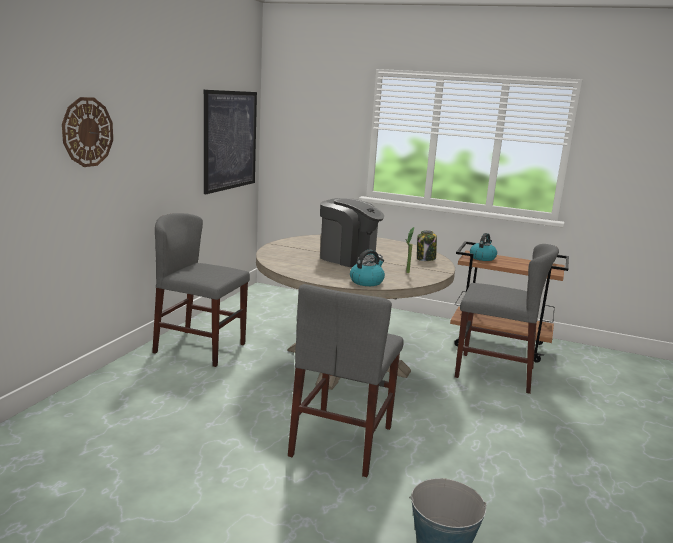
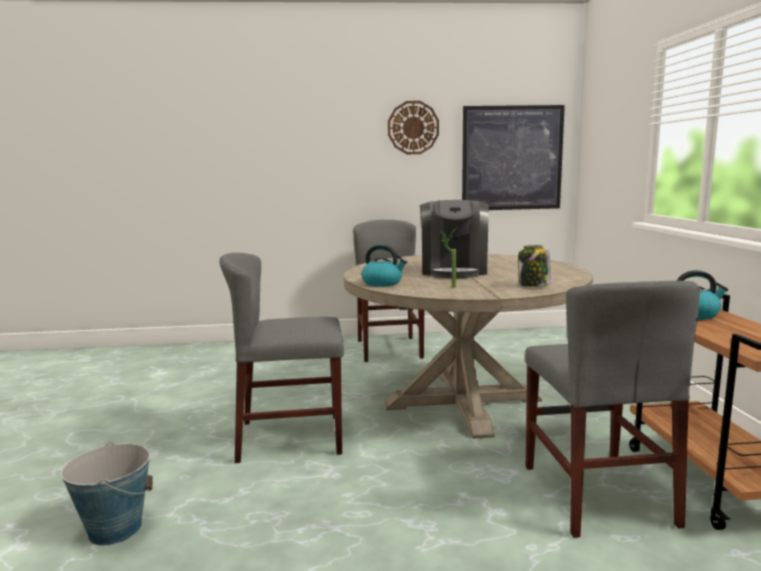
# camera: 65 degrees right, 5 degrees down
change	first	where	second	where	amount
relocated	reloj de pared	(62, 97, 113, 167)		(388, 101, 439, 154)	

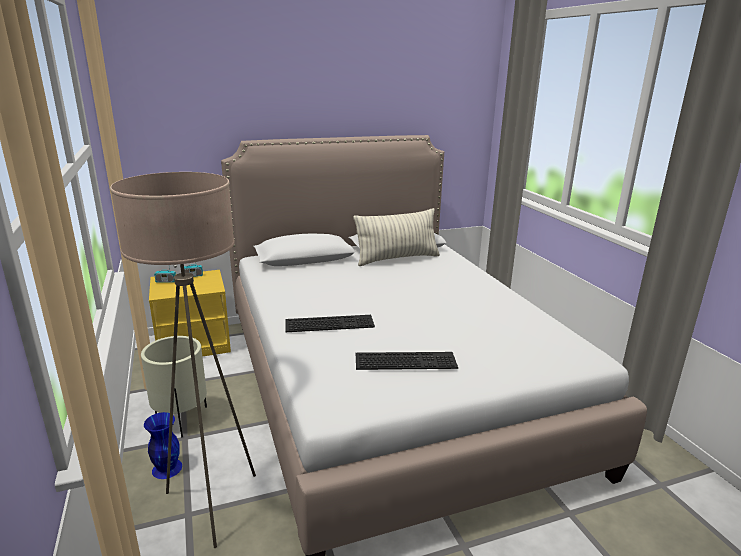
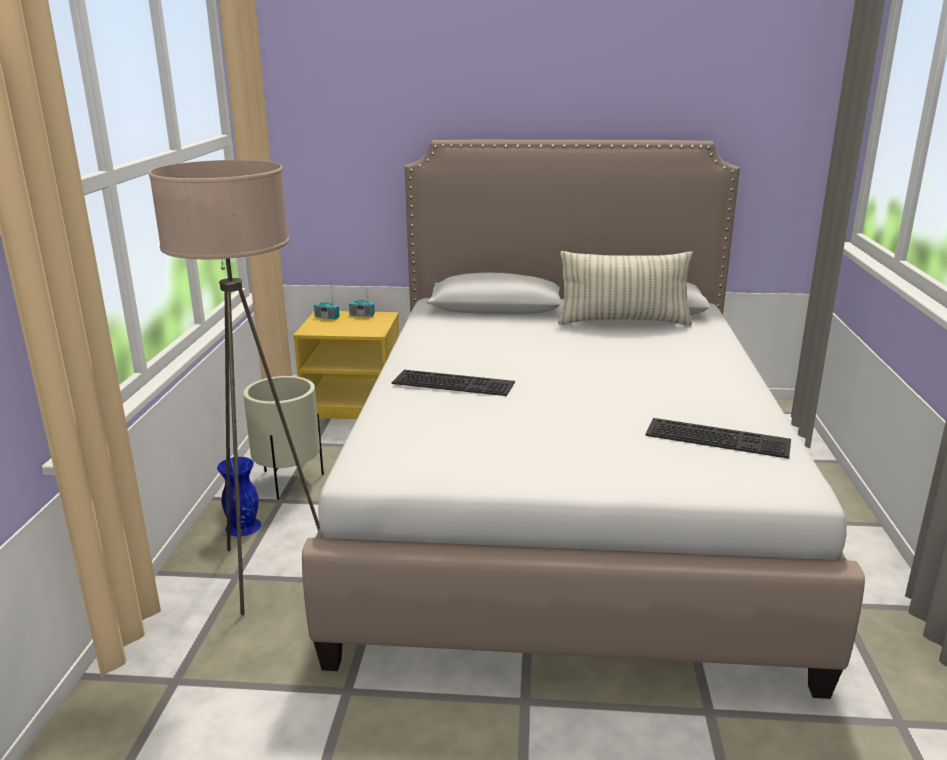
# camera: 25 degrees right, 0 degrees up
change	first	where	second	where	amount
relocated	teclado	(356, 352, 458, 370)		(645, 418, 791, 459)	

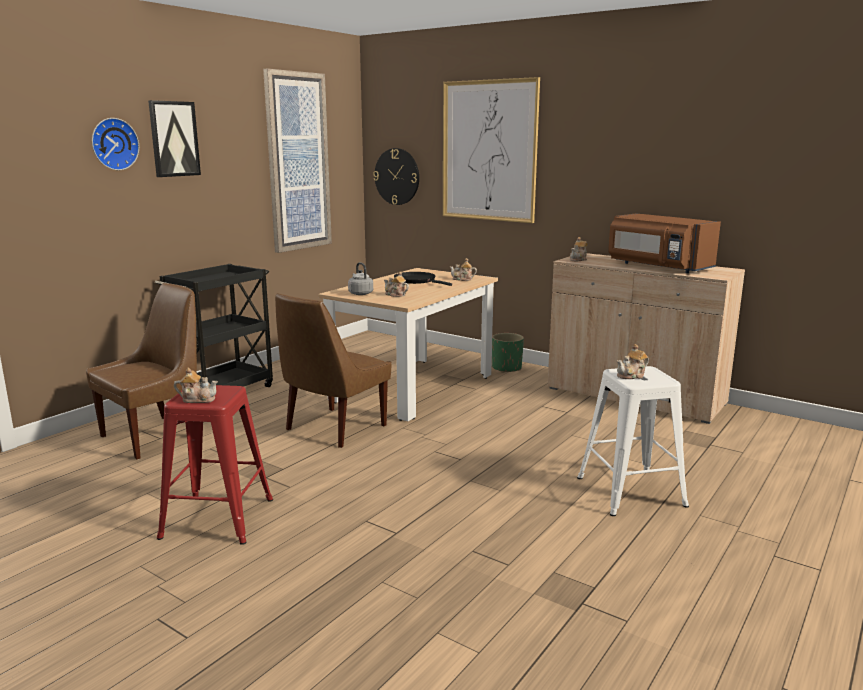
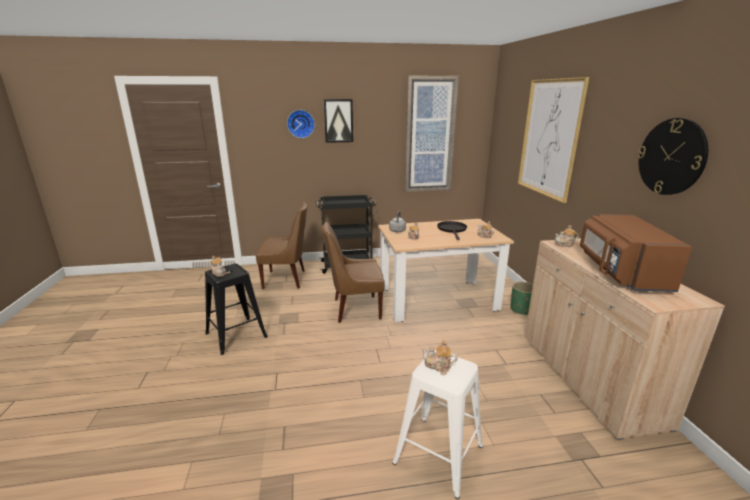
# camera: 45 degrees right, 5 degrees up
change	first	where	second	where	amount
relocated	reloj de pared	(374, 148, 419, 205)		(638, 118, 708, 195)	
colour	taburete/rojo	(157, 385, 273, 545)	taburete/negro	(205, 264, 268, 355)	

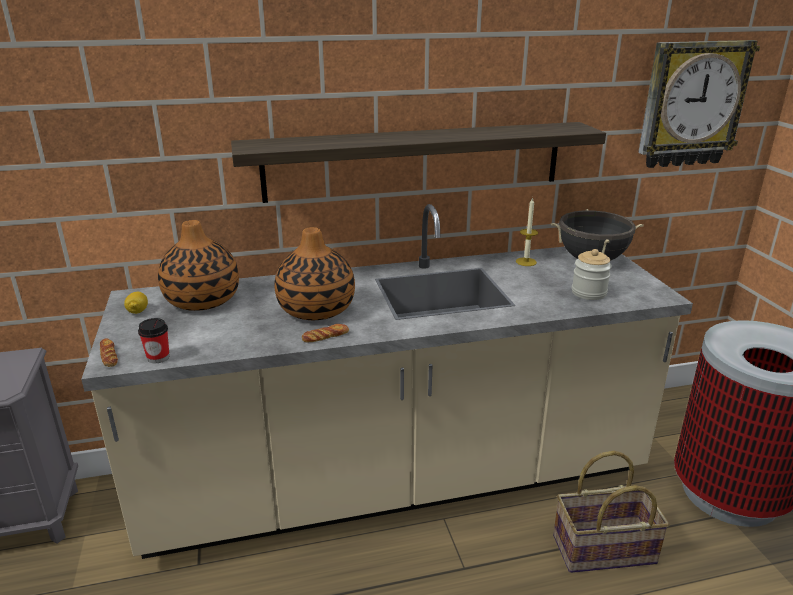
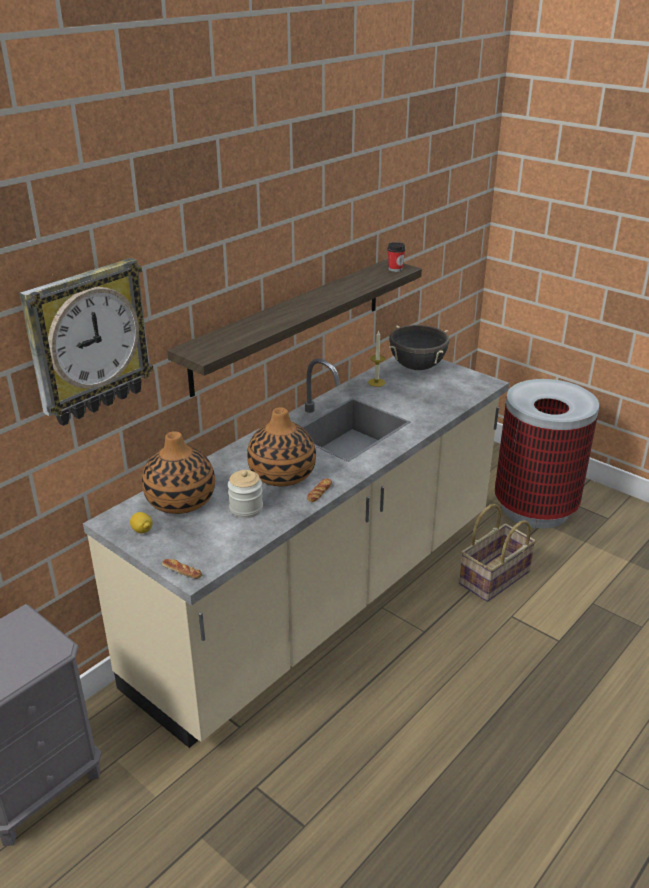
# camera: 35 degrees left, 5 degrees up
change	first	where	second	where	amount
relocated	taza	(138, 318, 169, 363)		(387, 242, 406, 272)	
relocated	tarro	(572, 249, 612, 300)		(228, 470, 263, 518)	
relocated	reloj de pared	(638, 40, 760, 168)		(20, 258, 154, 426)	

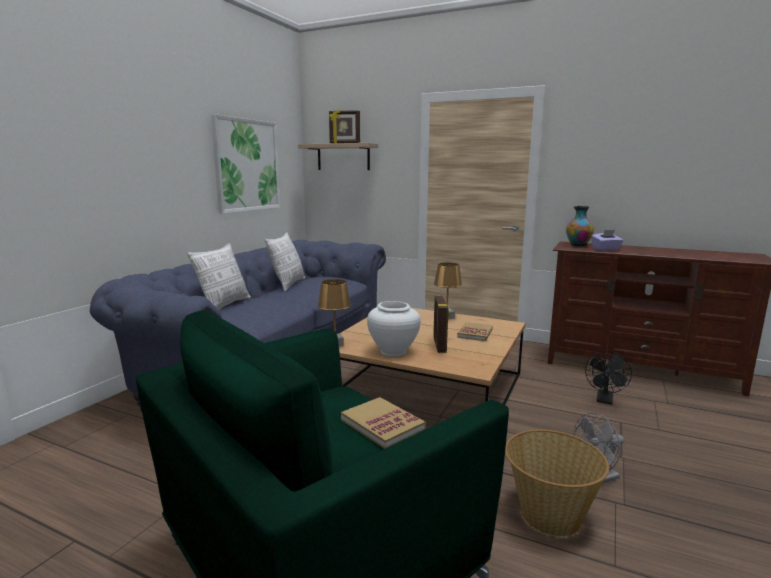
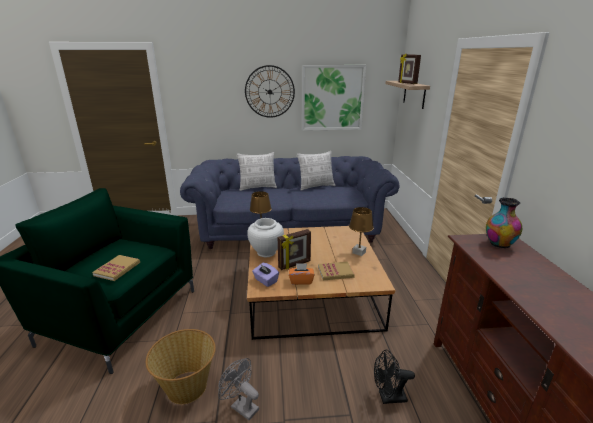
# camera: 60 degrees right, 10 degrees up
change	first	where	second	where	amount
appeared			reloj de pared	(245, 65, 295, 118)	
appeared			caja de pañuelos/naranja	(289, 263, 314, 285)	
relocated	caja de pañuelos/morado	(591, 230, 623, 251)		(252, 263, 279, 287)	

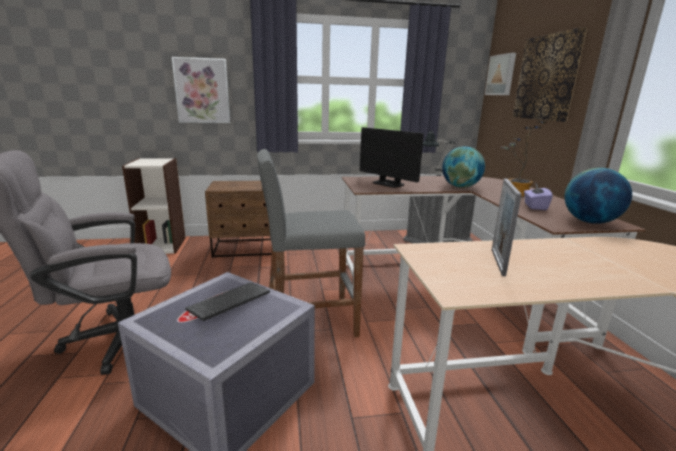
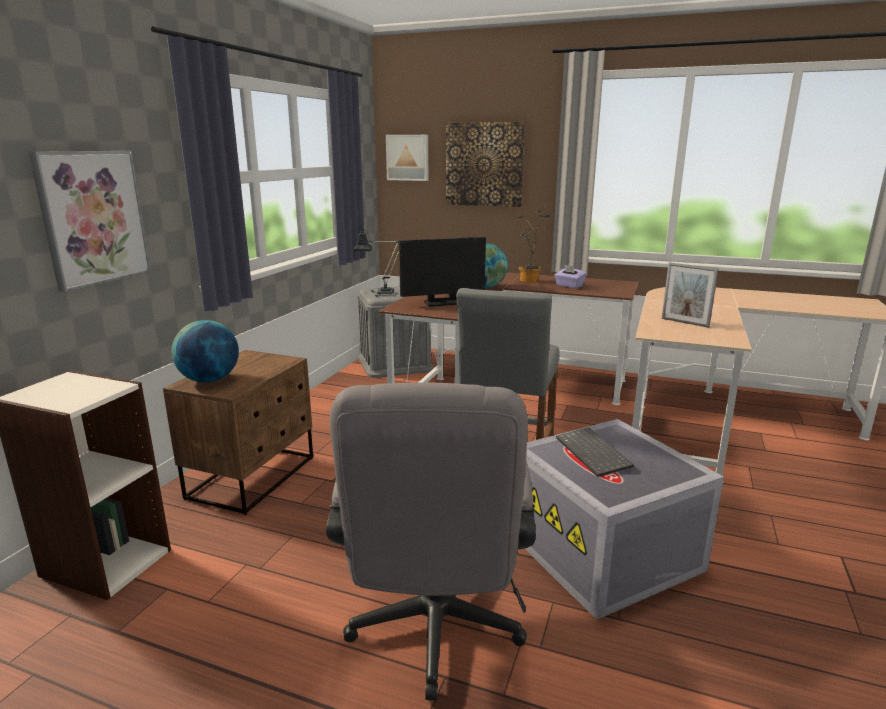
# camera: 60 degrees left, 0 degrees up
change	first	where	second	where	amount
relocated	globo terráqueo	(565, 168, 632, 224)		(172, 320, 239, 383)	

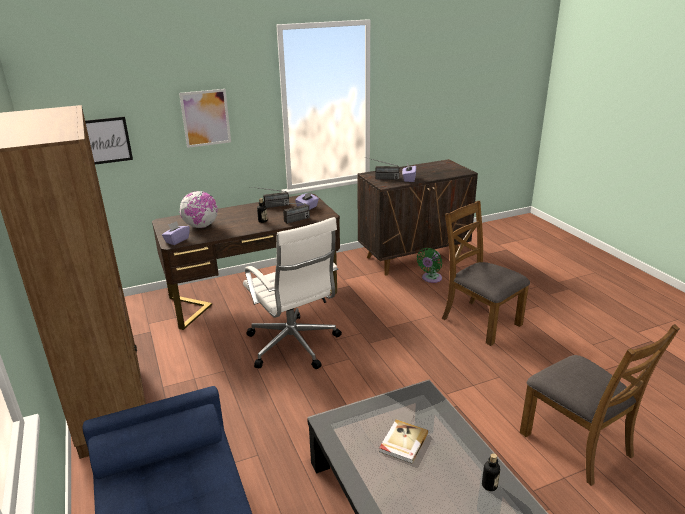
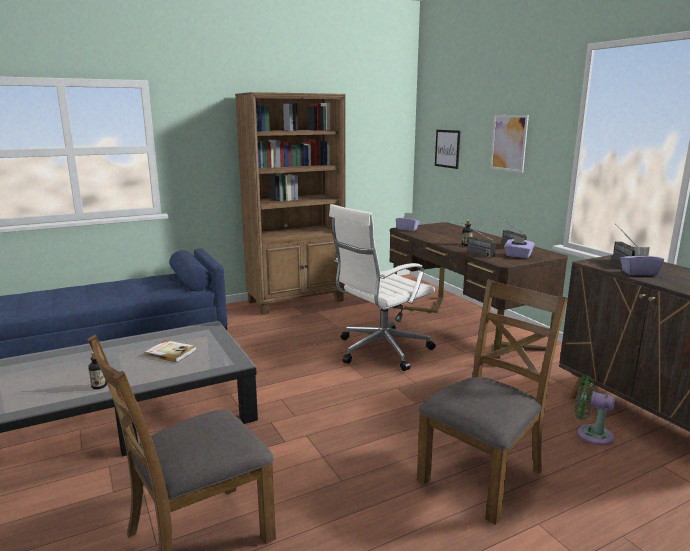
# camera: 85 degrees right, 10 degrees down
change	first	where	second	where	amount
missing	globo terráqueo	(180, 191, 218, 228)			

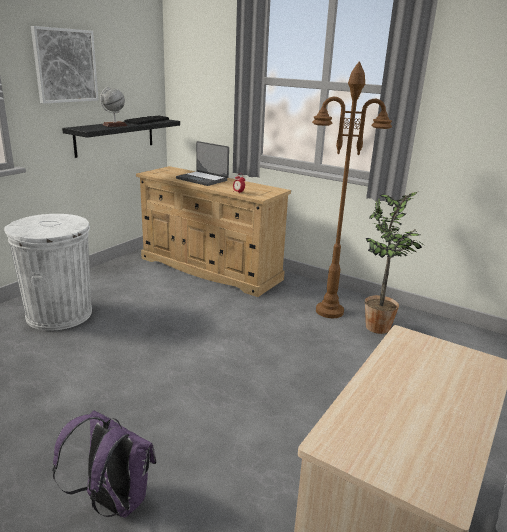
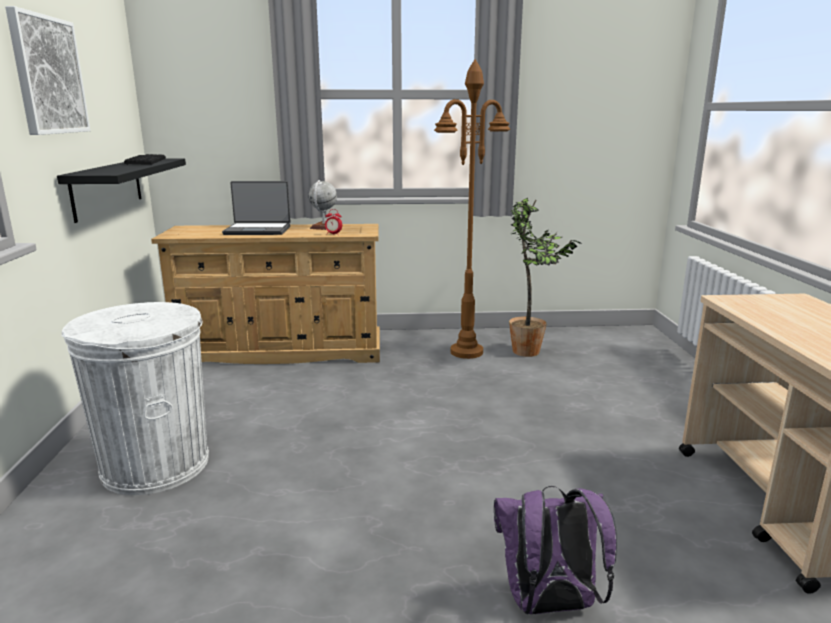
# camera: 35 degrees left, 5 degrees down
change	first	where	second	where	amount
relocated	globo terráqueo	(100, 87, 127, 127)		(308, 180, 337, 230)	

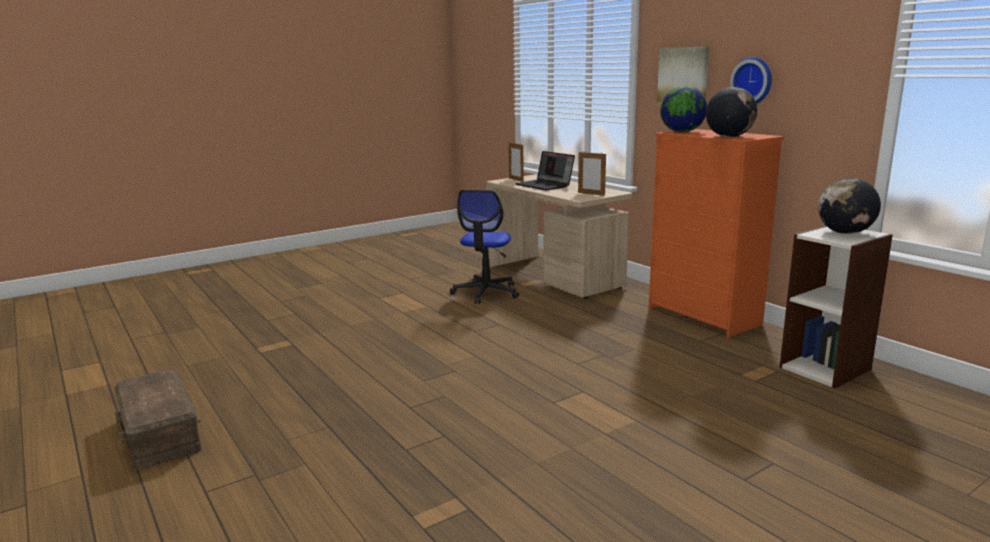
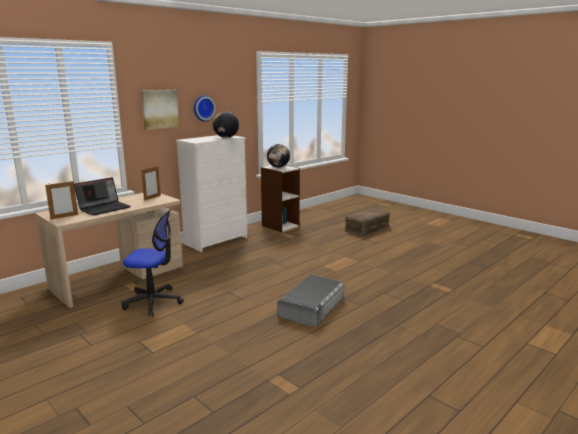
# camera: 100 degrees left, 0 degrees up
change	first	where	second	where	amount
missing	globo terráqueo	(660, 86, 707, 132)			
appeared			caja de almacenaje/gris	(277, 275, 344, 327)	
relocated	caja de almacenaje/marrón	(115, 370, 202, 470)		(345, 208, 390, 237)	
colour	cómoda/naranja	(649, 129, 784, 338)	cómoda/blanco	(176, 135, 247, 252)	

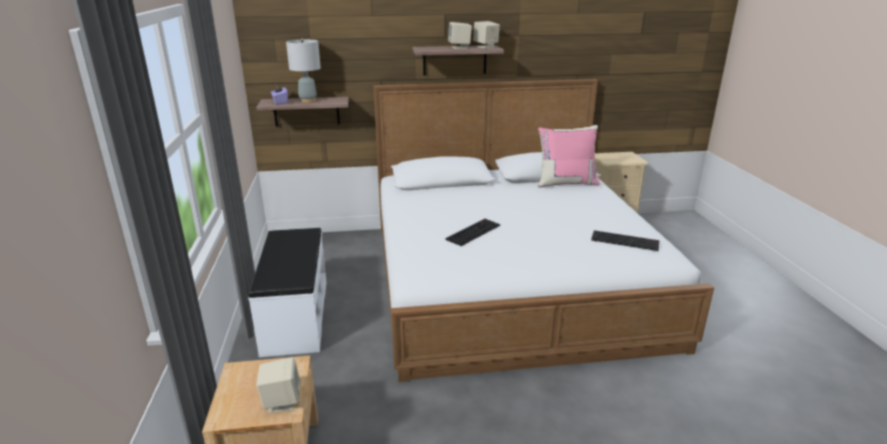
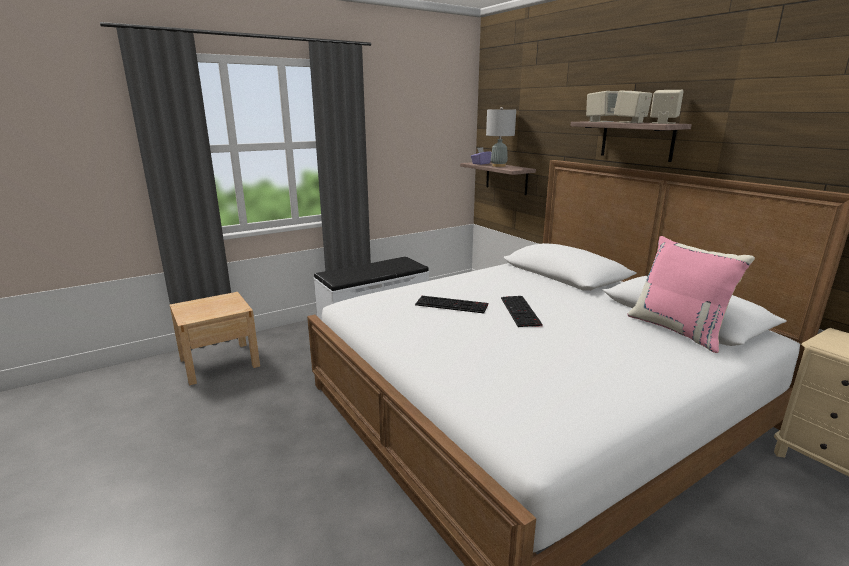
# camera: 65 degrees right, 5 degrees down
change	first	where	second	where	amount
relocated	altavoz/beis	(256, 357, 300, 413)		(586, 91, 618, 122)	
relocated	teclado	(591, 230, 659, 251)		(501, 296, 543, 327)	

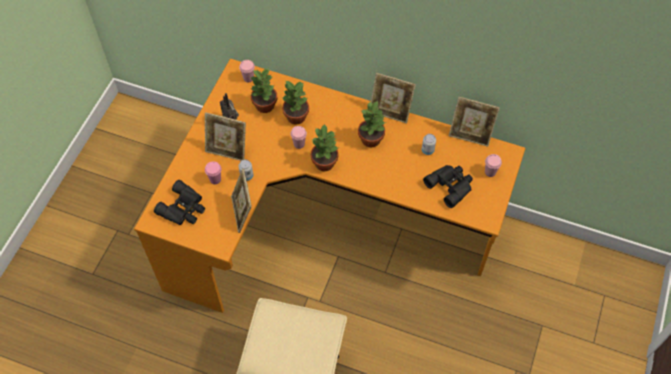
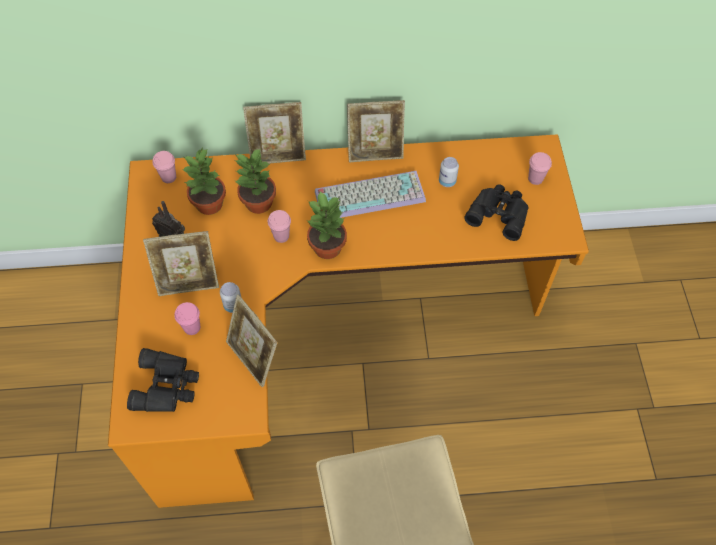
# camera: 25 degrees left, 0 degrees up
change	first	where	second	where	amount
relocated	portarretratos	(449, 97, 500, 147)		(243, 102, 306, 164)	
exchanged	planta en maceta	(358, 101, 385, 147)	teclado	(315, 171, 426, 218)	

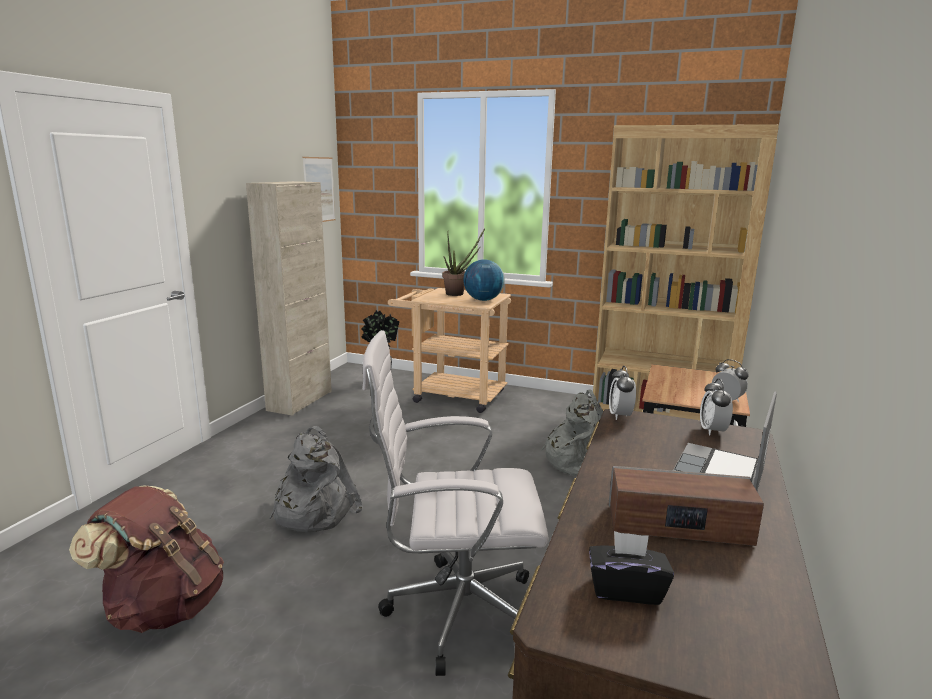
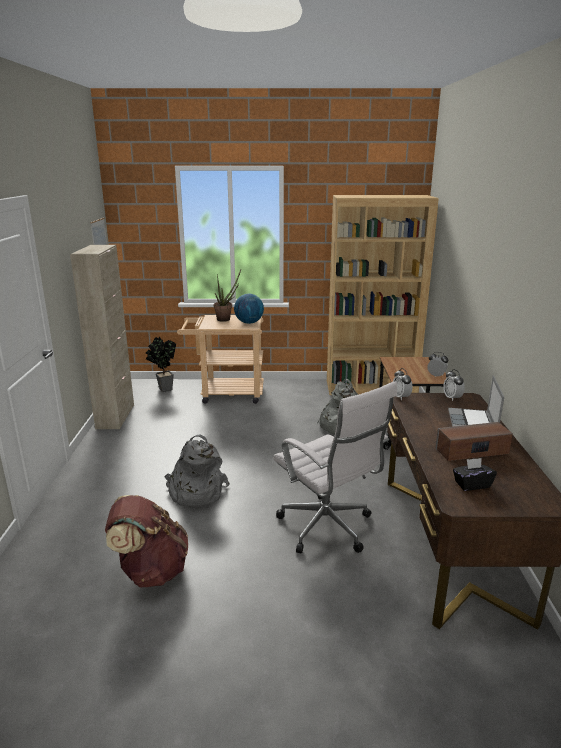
# camera: 20 degrees left, 5 degrees up
change	first	where	second	where	amount
spun	silla de oficina/blanco	(362, 330, 549, 676)		(273, 381, 397, 553)	105 degrees counterclockwise

